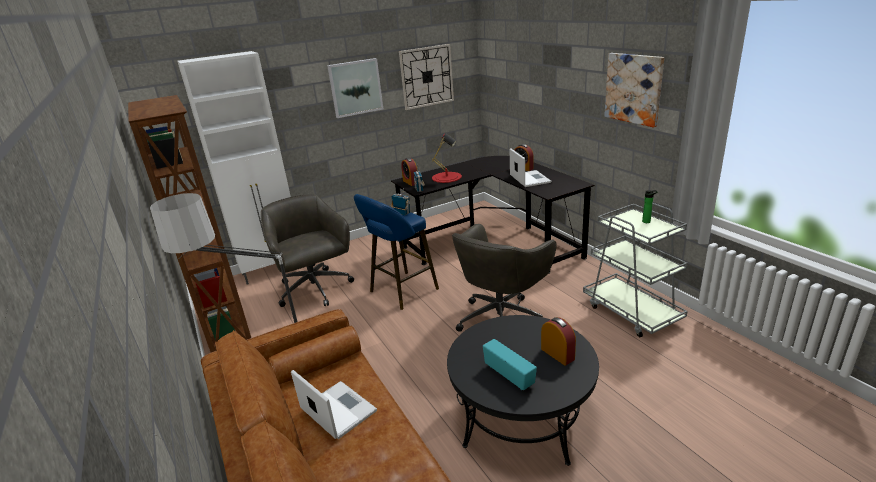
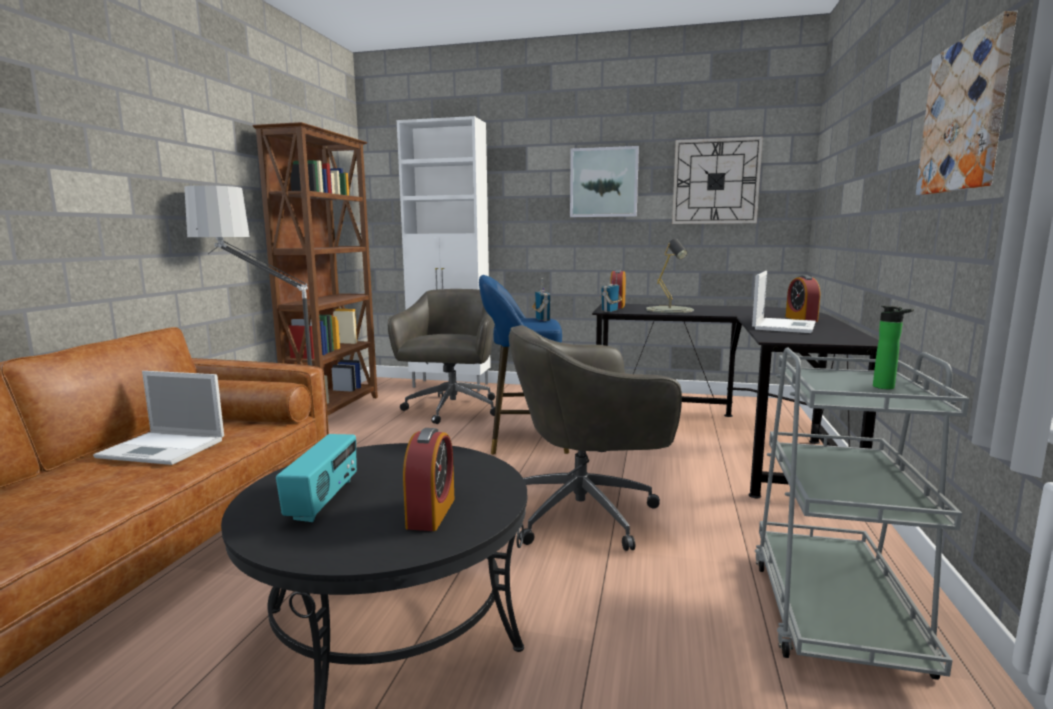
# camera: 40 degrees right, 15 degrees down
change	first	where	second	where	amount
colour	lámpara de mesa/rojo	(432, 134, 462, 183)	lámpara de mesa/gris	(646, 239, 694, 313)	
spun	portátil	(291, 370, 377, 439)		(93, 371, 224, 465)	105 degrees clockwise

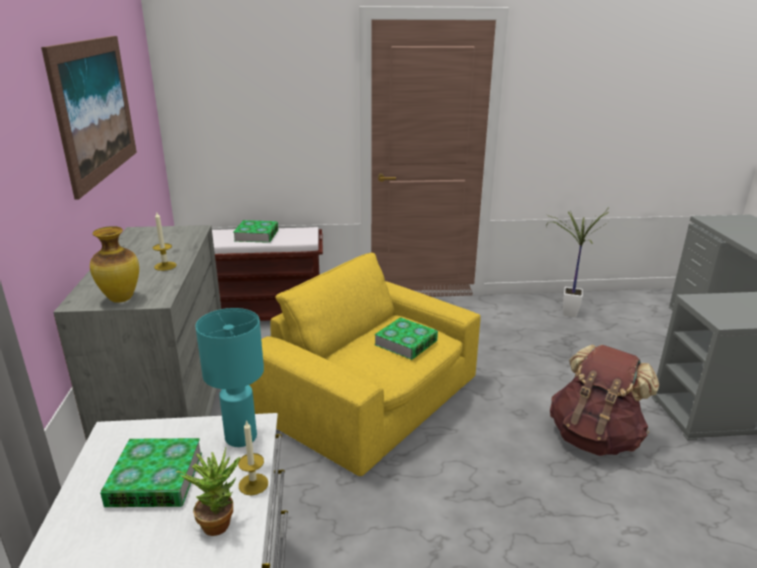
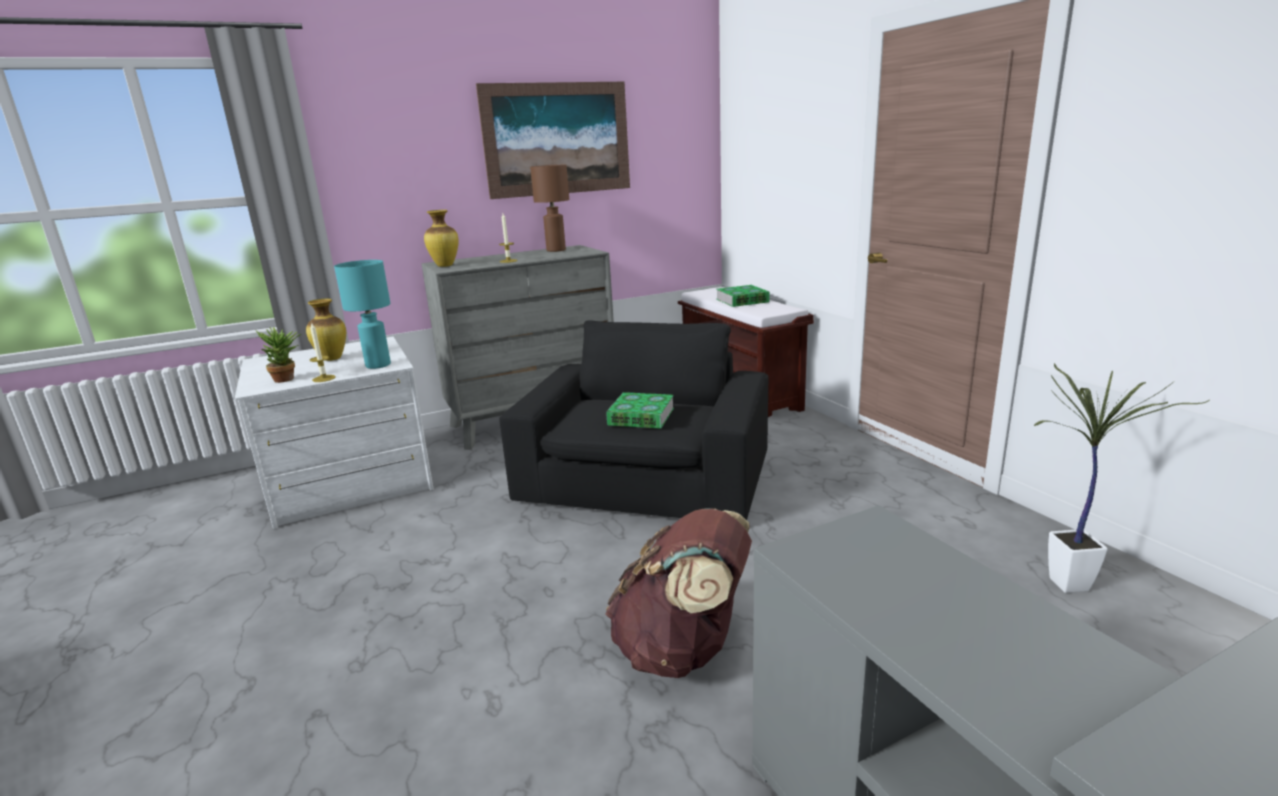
# camera: 70 degrees right, 5 degrees down
change	first	where	second	where	amount
appeared			lámpara de mesa/marrón	(530, 165, 569, 252)	
exchanged	libro	(100, 438, 202, 507)	florero	(306, 299, 346, 361)	
colour	sillón/amarillo	(249, 253, 481, 476)	sillón/negro	(499, 320, 768, 520)	

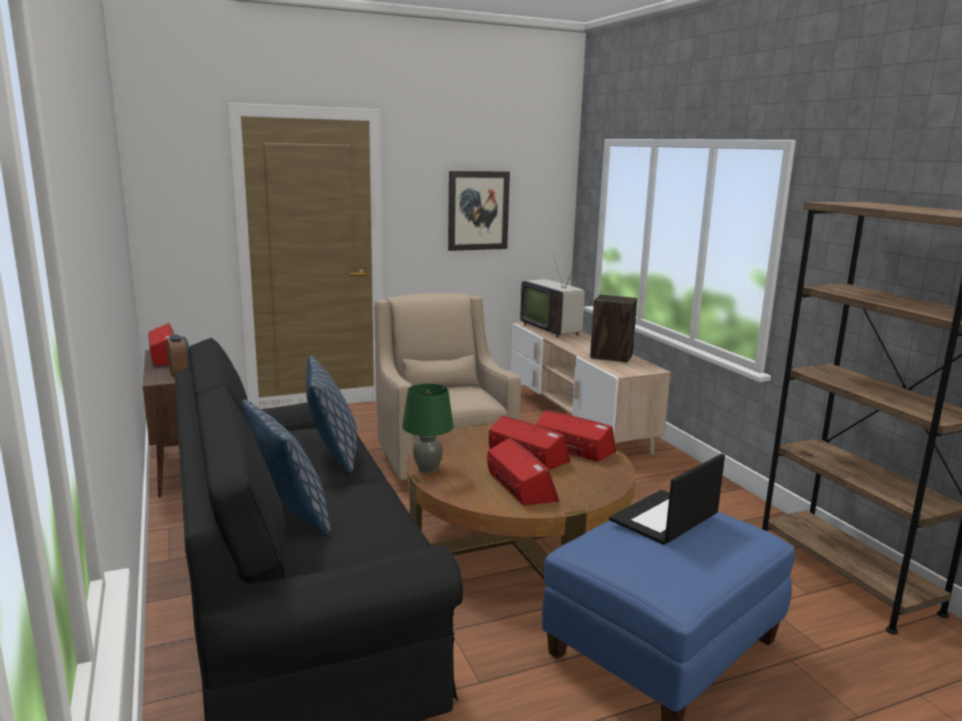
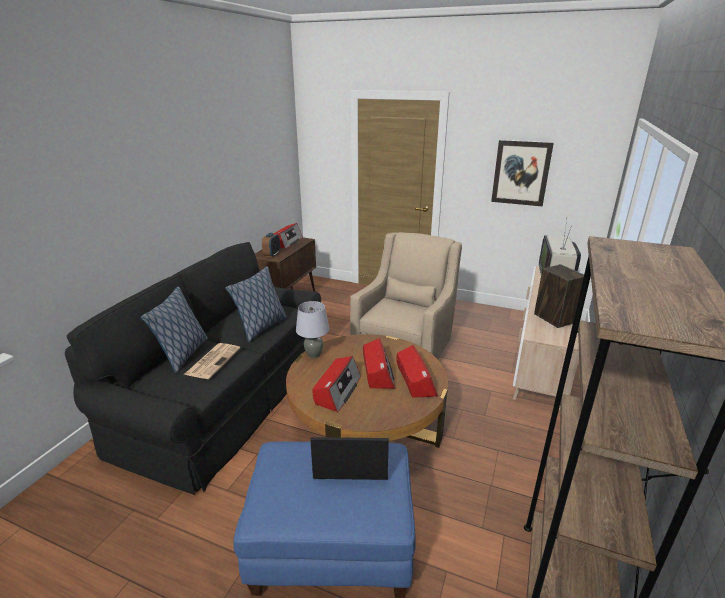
# camera: 45 degrees right, 10 degrees up
change	first	where	second	where	amount
appeared			periódico	(184, 343, 240, 379)	
colour	lámpara de mesa/verde	(402, 383, 454, 473)	lámpara de mesa/gris	(296, 301, 329, 359)	

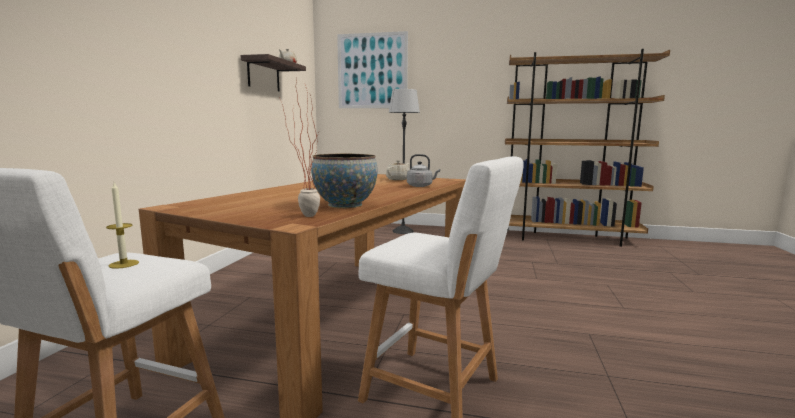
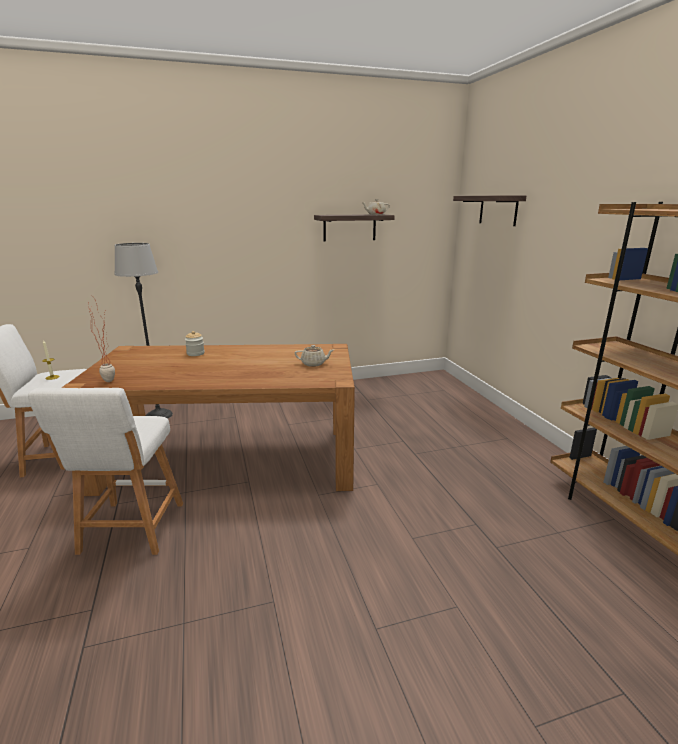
# camera: 60 degrees right, 10 degrees up
change	first	where	second	where	amount
missing	cuenco	(311, 154, 378, 208)			
missing	hervidor/gris	(407, 154, 440, 187)			
appeared			tarro	(185, 331, 205, 356)	
relocated	lámpara de pie	(389, 89, 420, 234)		(114, 243, 173, 419)	
exchanged	cuadro	(337, 31, 408, 108)	estante	(453, 195, 526, 226)	

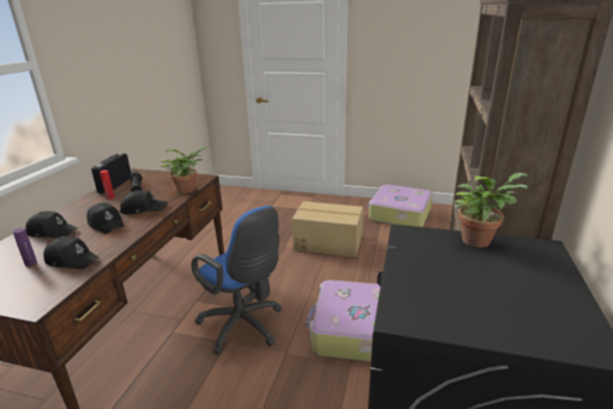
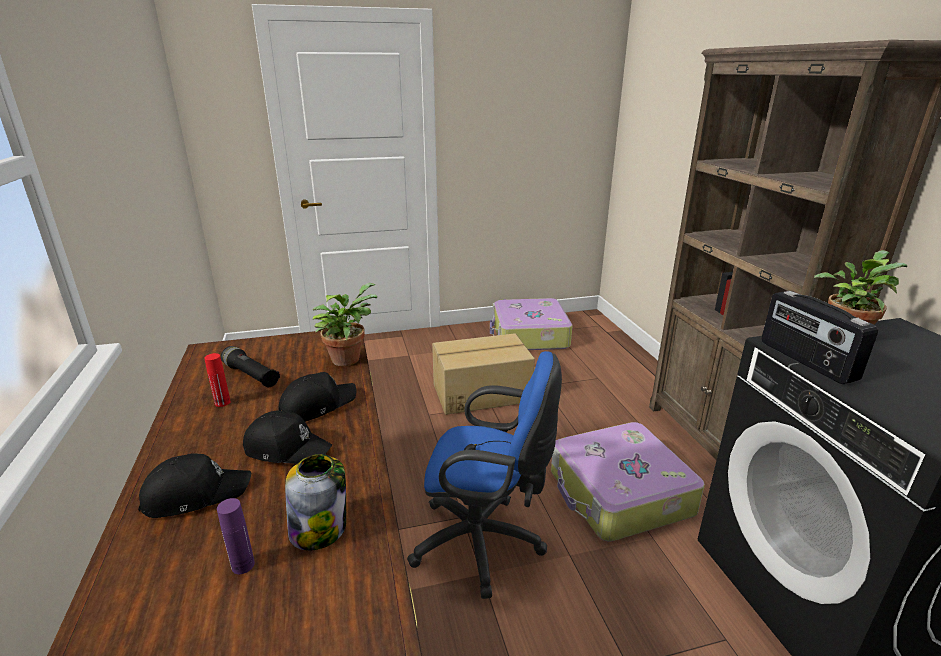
# camera: 30 degrees left, 0 degrees up
change	first	where	second	where	amount
relocated	radio	(91, 153, 131, 194)		(762, 291, 878, 384)	
exchanged	gorra/negro	(43, 236, 99, 269)	tarro	(285, 454, 346, 551)	

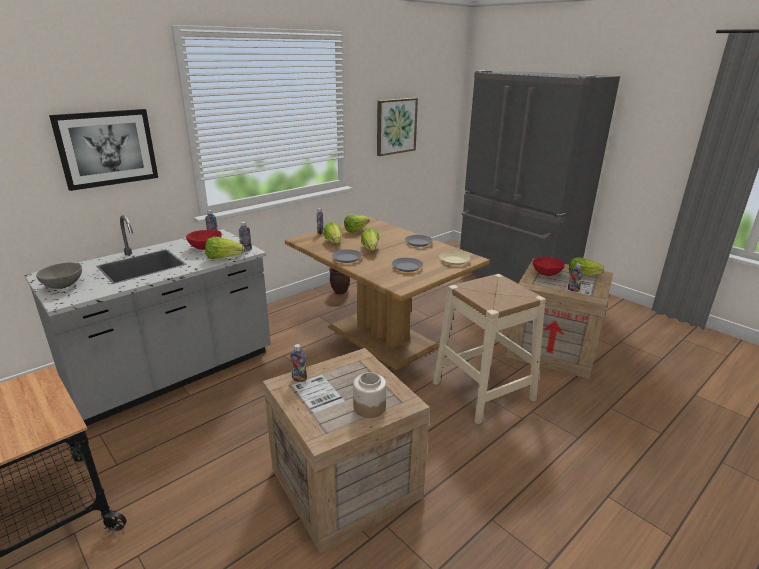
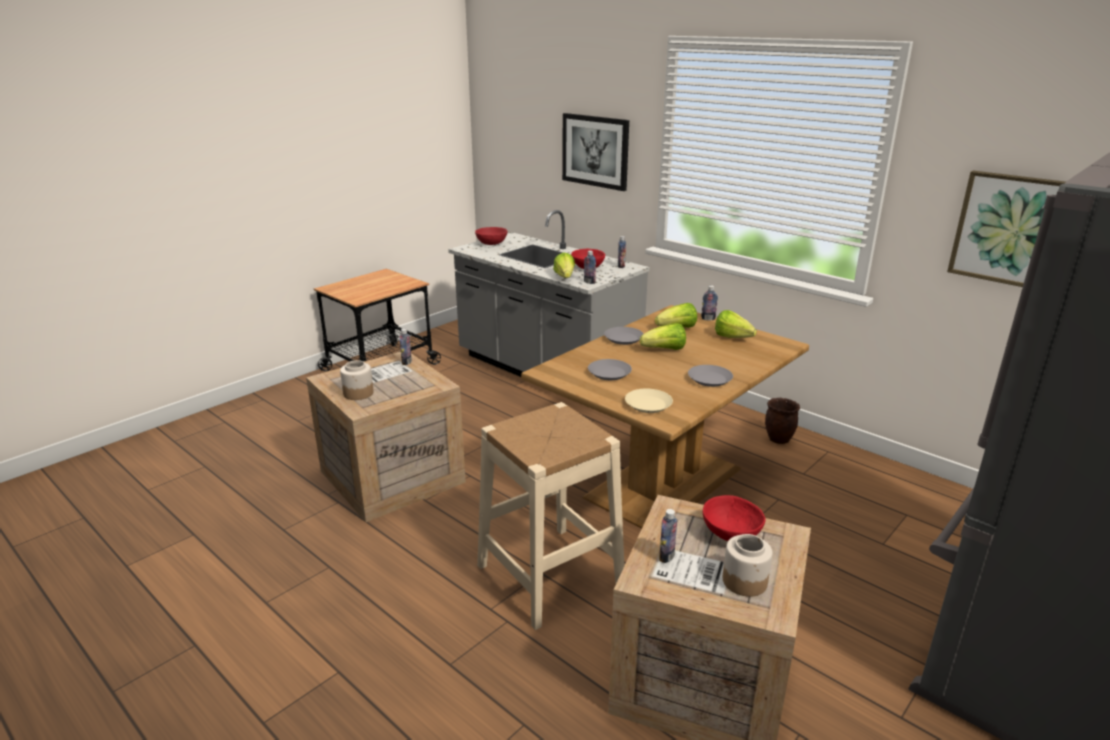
# camera: 85 degrees right, 0 degrees up
change	first	where	second	where	amount
exchanged	lechuga	(569, 257, 604, 276)	tarro	(723, 534, 772, 597)	
colour	cuenco/gris	(36, 263, 82, 289)	cuenco/rojo	(475, 227, 507, 245)	

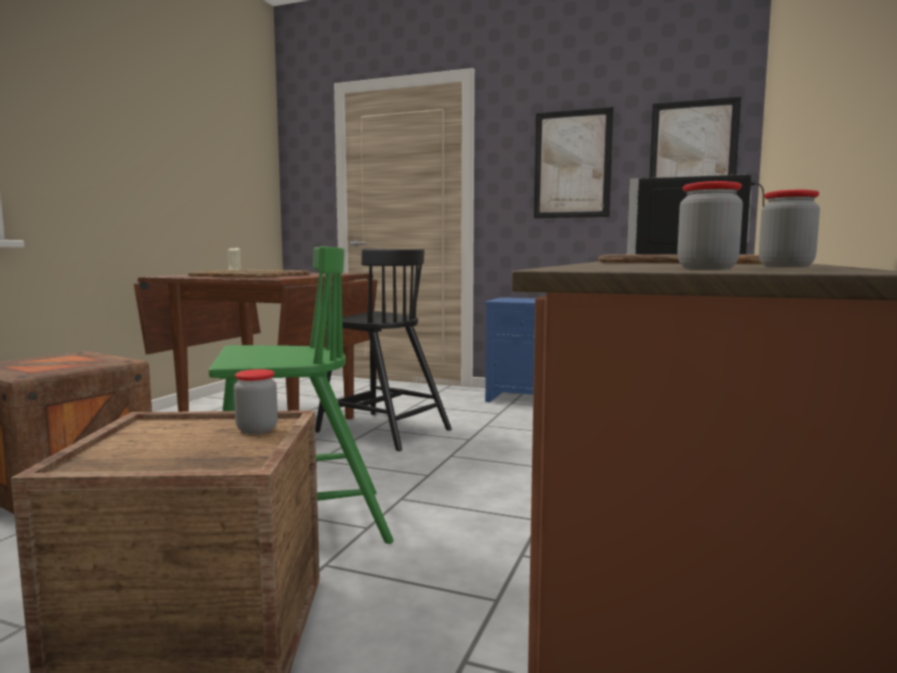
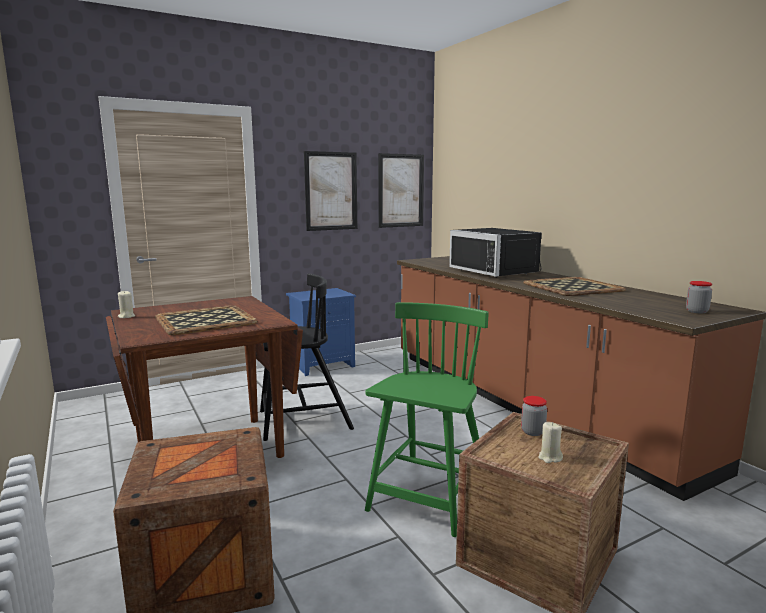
# camera: 50 degrees left, 5 degrees up
change	first	where	second	where	amount
missing	tarro	(759, 190, 820, 267)			
appeared			vela/beis	(538, 422, 563, 463)	

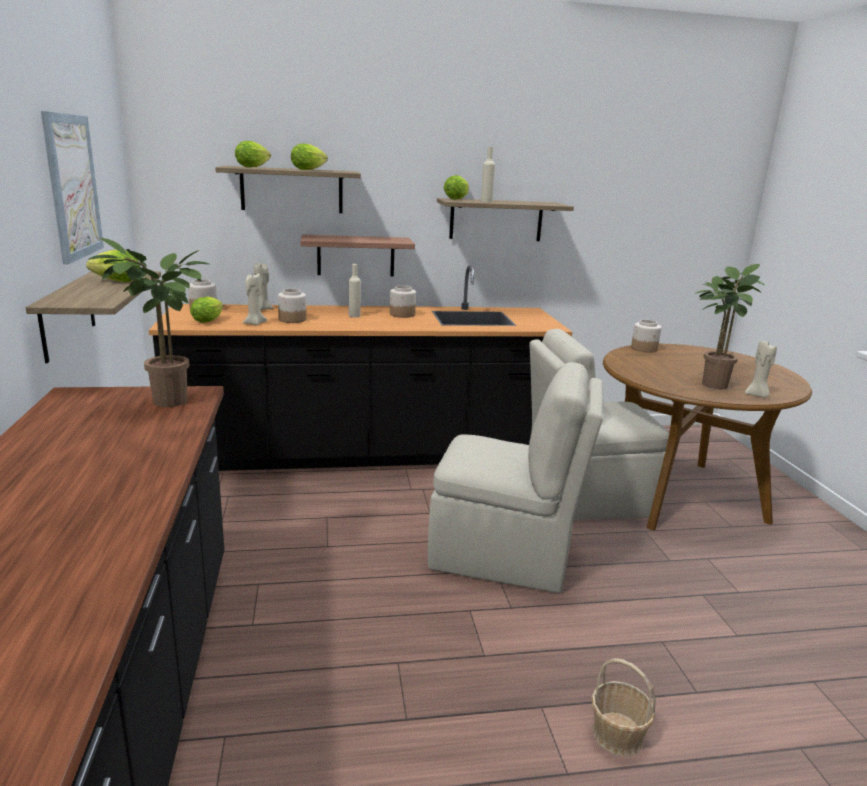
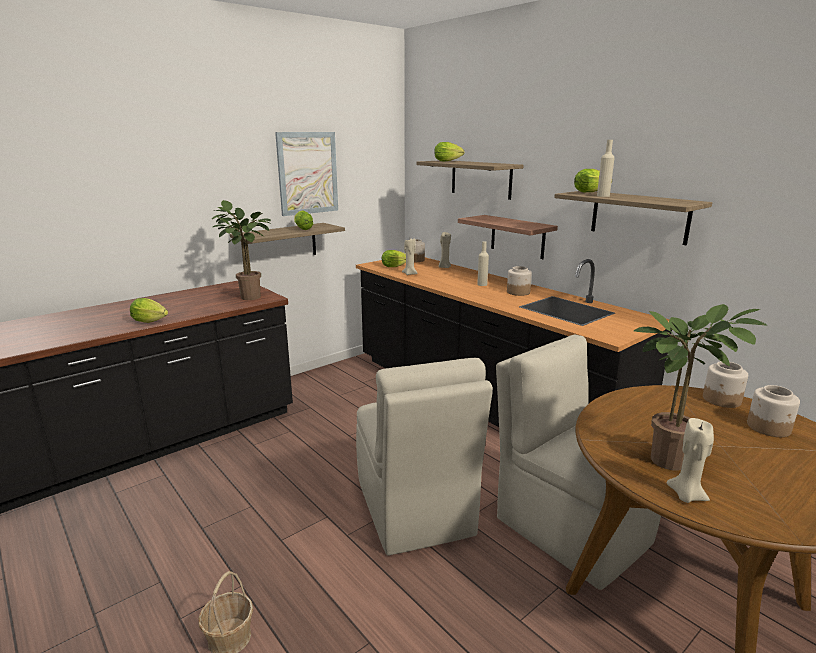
# camera: 60 degrees right, 0 degrees up
change	first	where	second	where	amount
relocated	tarro	(278, 289, 307, 323)		(747, 385, 800, 437)	
relocated	lechuga	(291, 144, 328, 170)		(130, 298, 168, 323)	

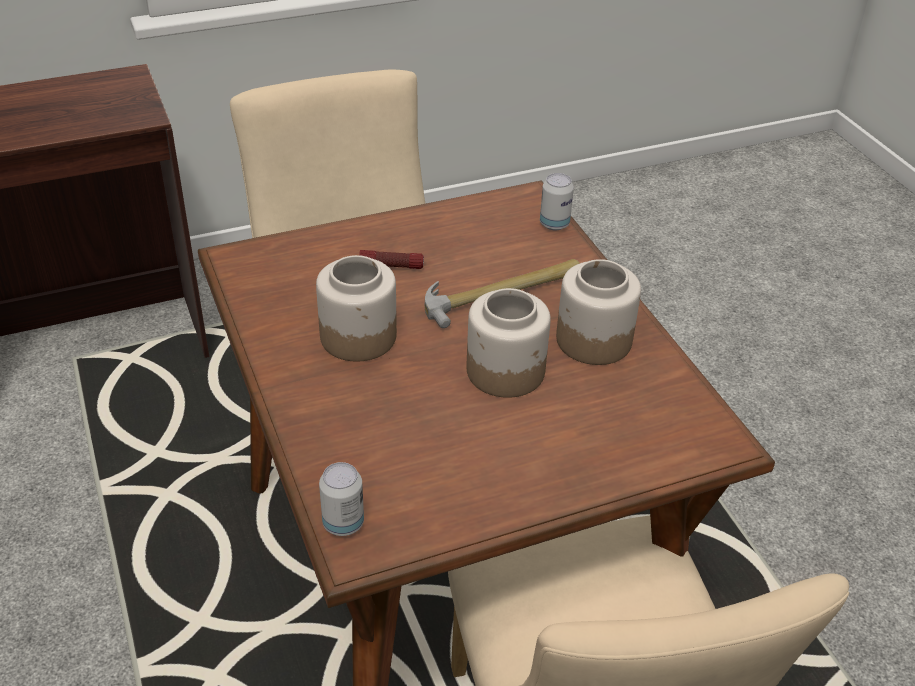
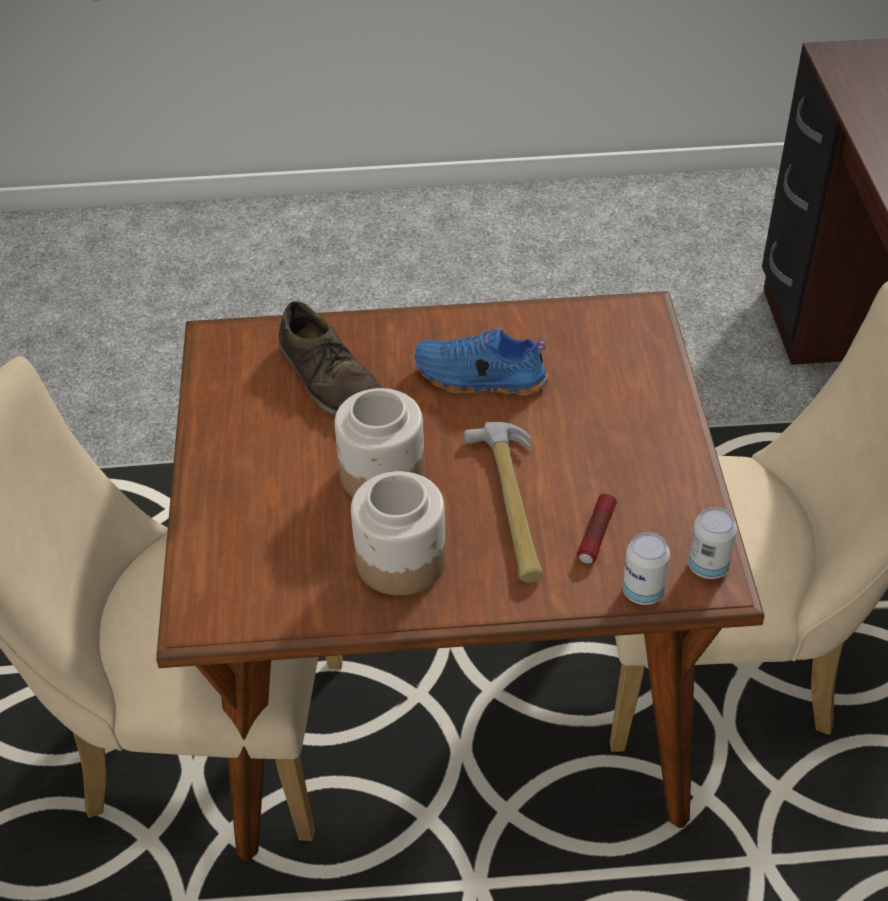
# camera: 110 degrees right, 5 degrees up
change	first	where	second	where	amount
appeared			zapato/marrón	(279, 301, 382, 416)	
relocated	lata	(319, 462, 364, 536)		(688, 507, 737, 579)	
relocated	linterna	(359, 250, 424, 269)		(577, 494, 617, 564)	
exchanged	tarro	(316, 255, 397, 362)	zapato/azul	(413, 328, 548, 396)	

